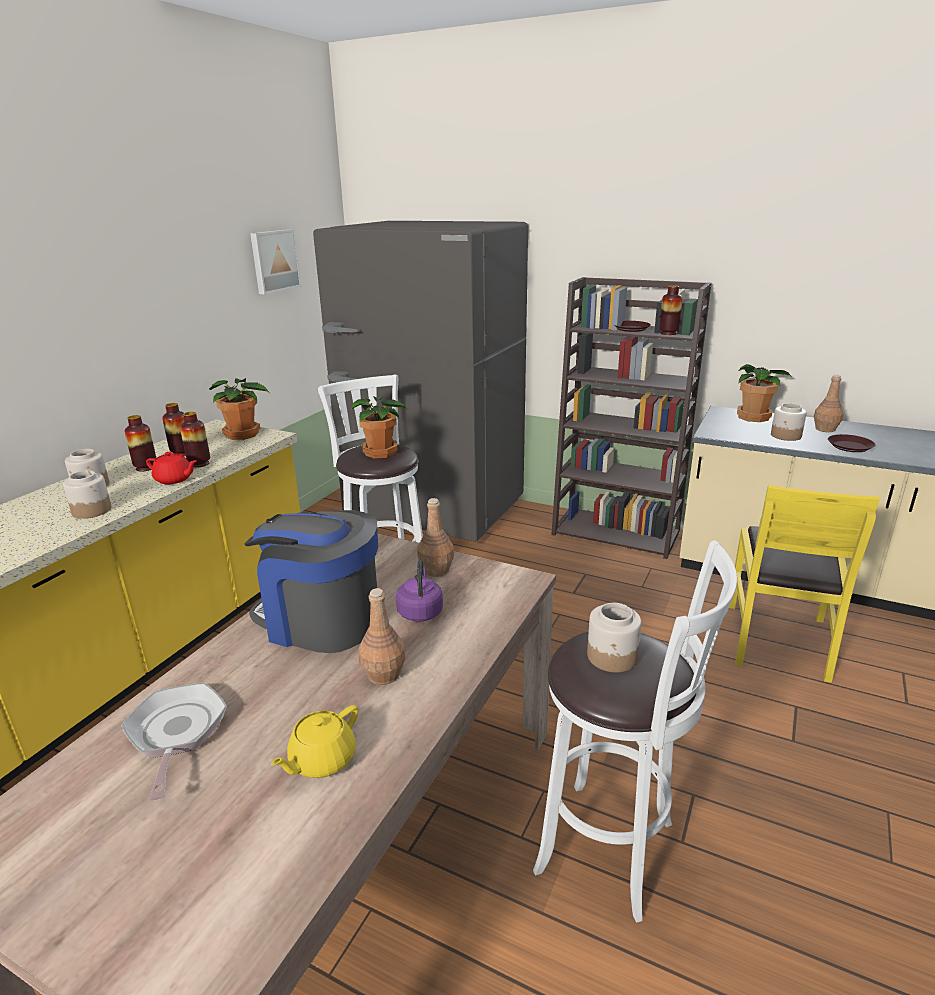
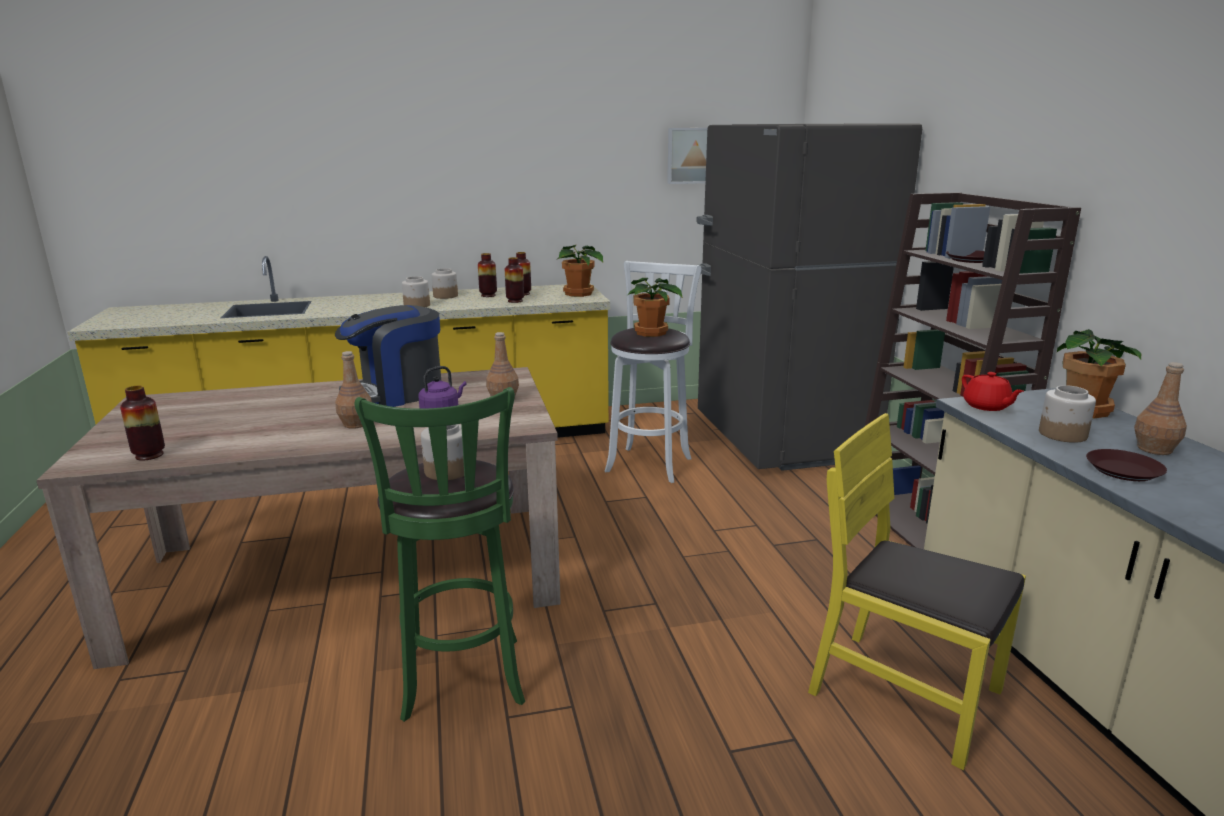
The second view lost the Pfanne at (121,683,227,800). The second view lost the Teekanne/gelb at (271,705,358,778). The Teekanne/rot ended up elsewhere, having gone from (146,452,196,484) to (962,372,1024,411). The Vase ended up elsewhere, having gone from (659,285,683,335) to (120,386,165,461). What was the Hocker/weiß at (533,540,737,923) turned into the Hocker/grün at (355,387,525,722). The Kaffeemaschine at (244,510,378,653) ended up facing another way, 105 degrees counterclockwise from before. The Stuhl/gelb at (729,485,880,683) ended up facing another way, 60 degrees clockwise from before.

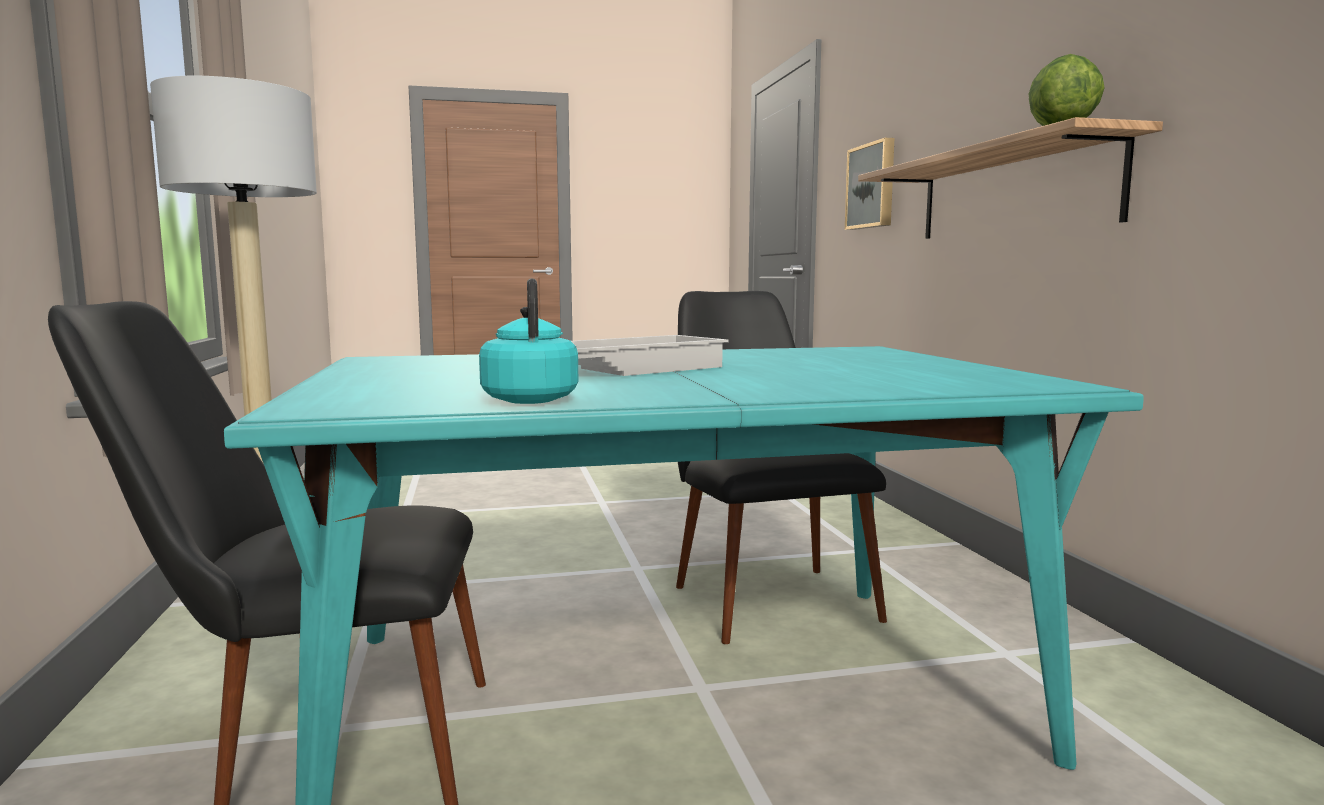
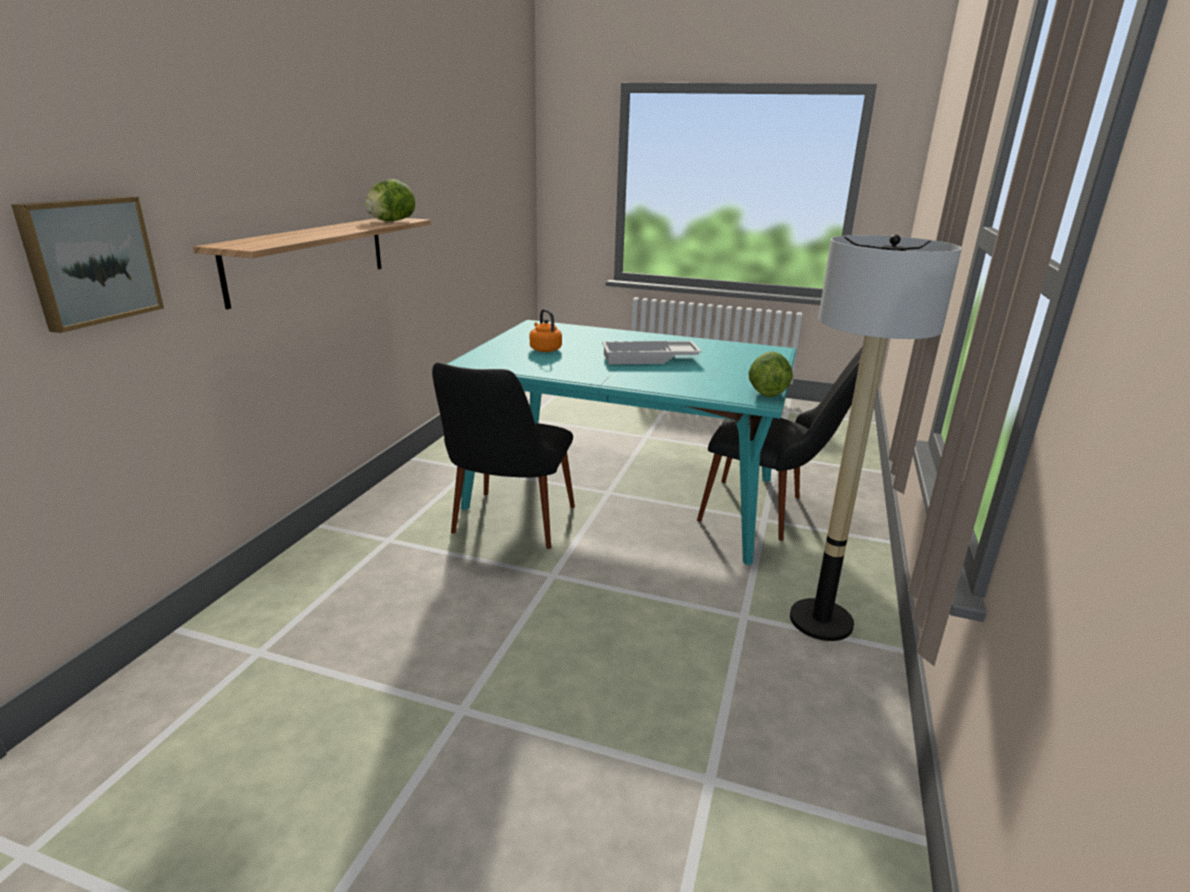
The second view lost the Wasserkessel/türkis at (479,278,578,404). The second view gained the Wasserkessel/orange at (530,309,562,352). The second view gained the Salatkopf at (748,351,793,397).

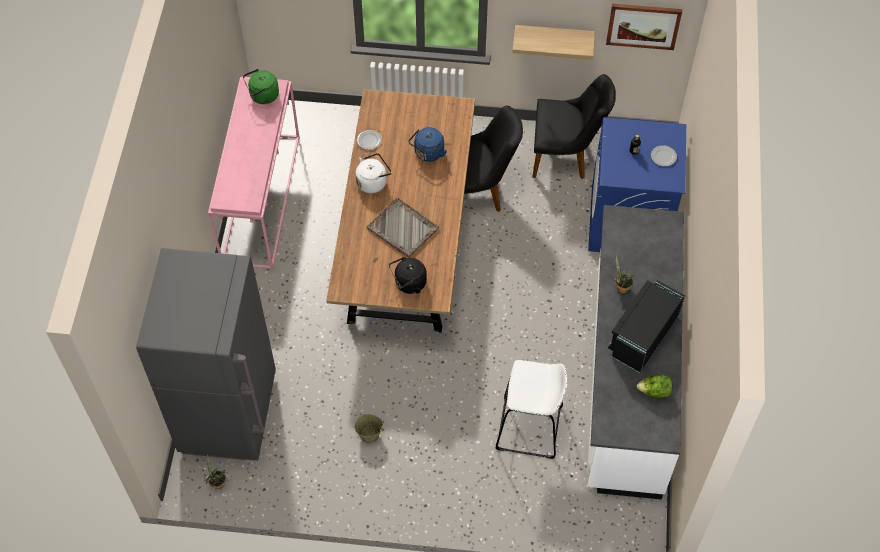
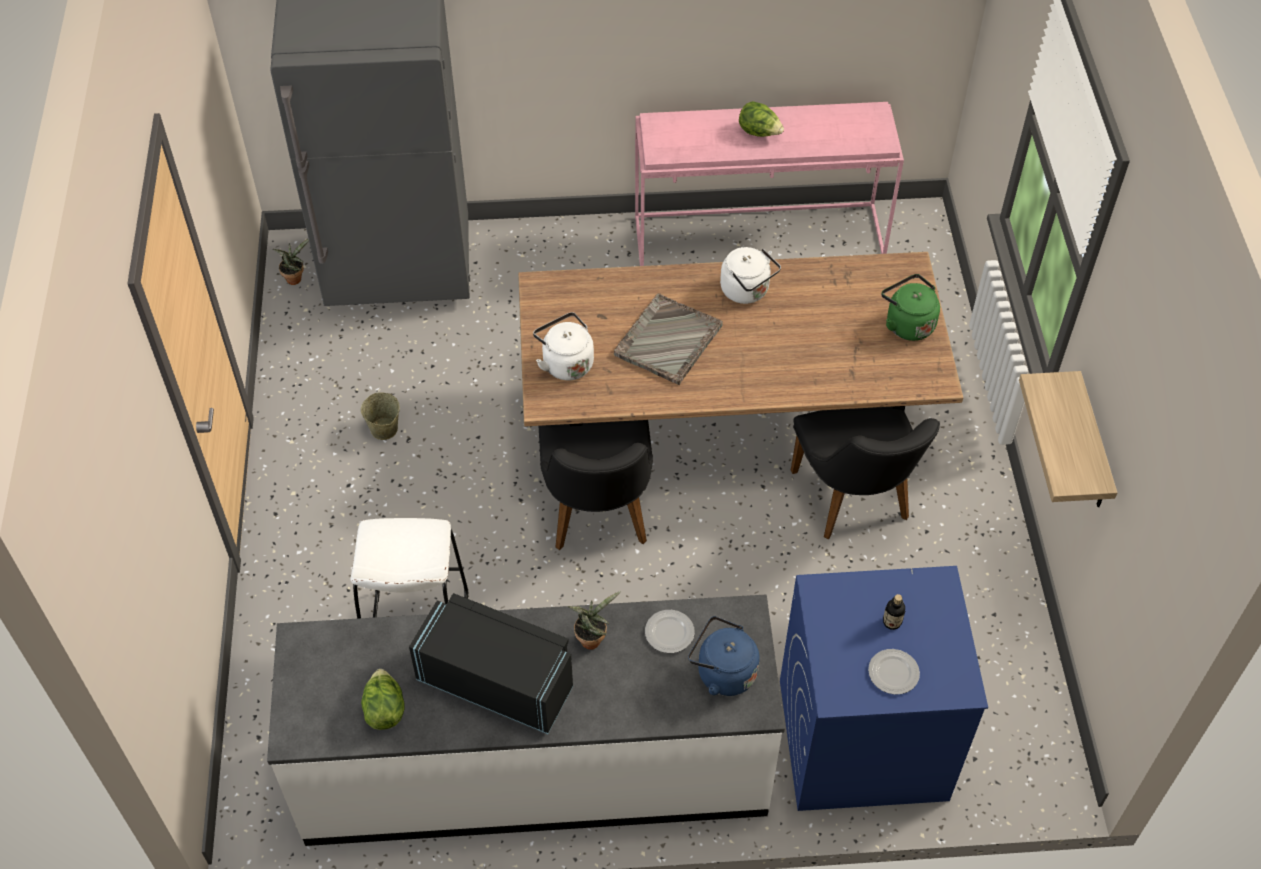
The second view lost the Bild at (606,4,682,50). The second view gained the Salatkopf at (739,101,784,137). The Wasserkessel/grün ended up elsewhere, having gone from (243,69,279,104) to (881,274,940,341). The Teller ended up elsewhere, having gone from (357,130,382,150) to (645,610,695,653). The Wasserkessel/blau ended up elsewhere, having gone from (409,127,447,162) to (688,616,760,696). The Stuhl/schwarz ended up elsewhere, having gone from (532,74,616,179) to (539,420,653,550). What was the Wasserkessel/schwarz at (389,257,427,294) turned into the Wasserkessel/weiß at (533,312,594,380).

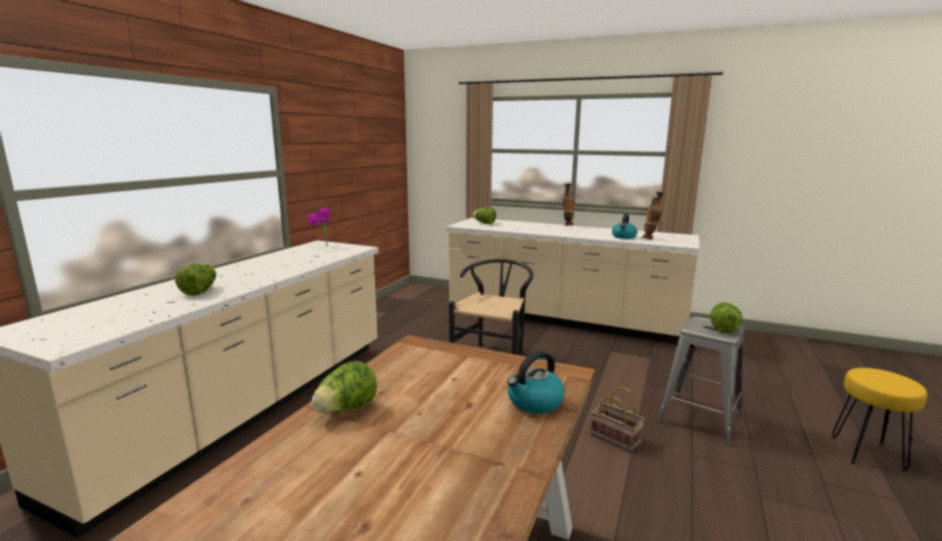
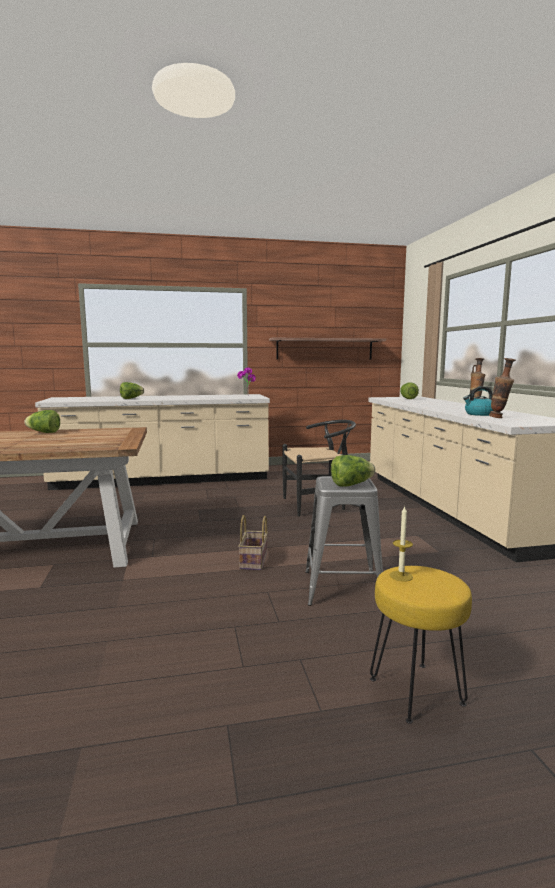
The second view lost the Wasserkessel at (507,351,565,414). The second view gained the Wandregal at (269,338,386,359). The second view gained the Kerze at (390,506,413,582).

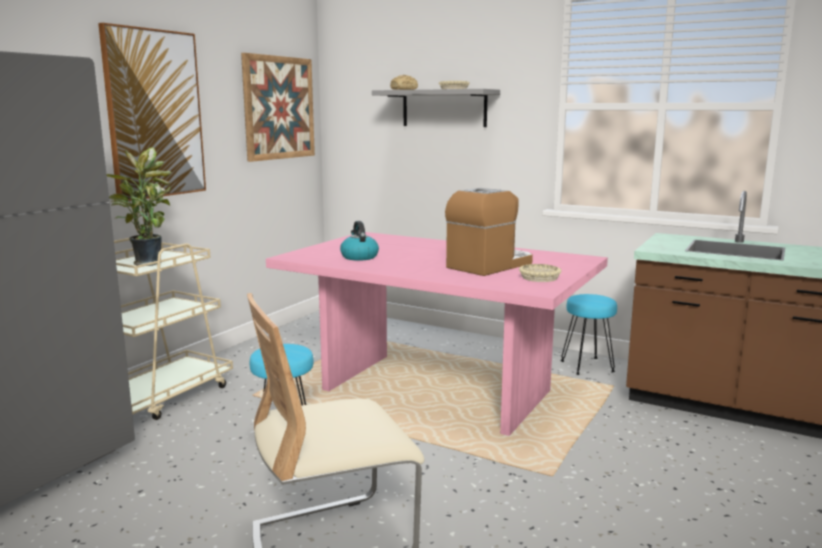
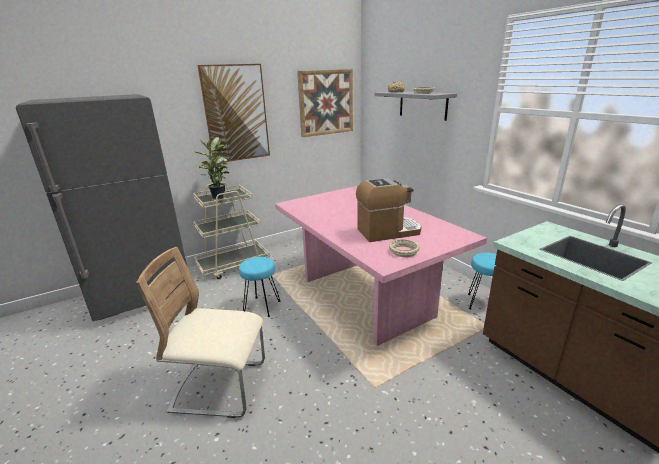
The second view lost the Wasserkessel at (340,221,379,261).

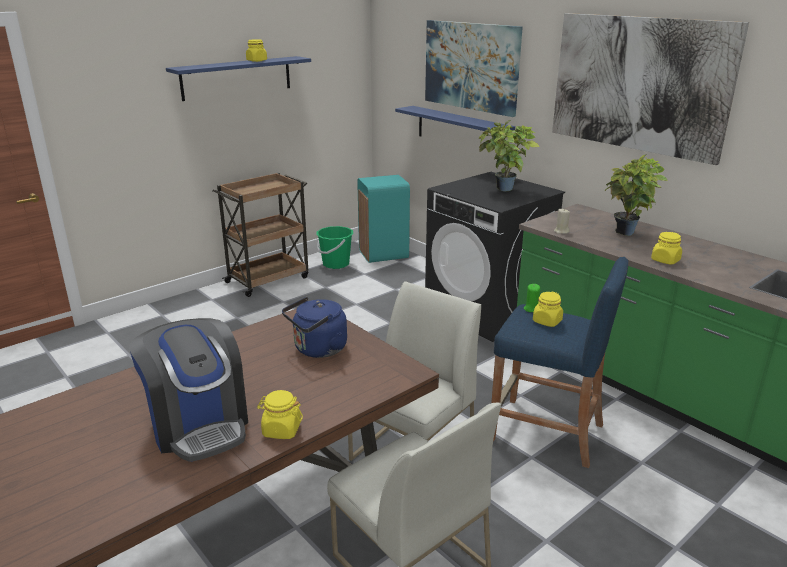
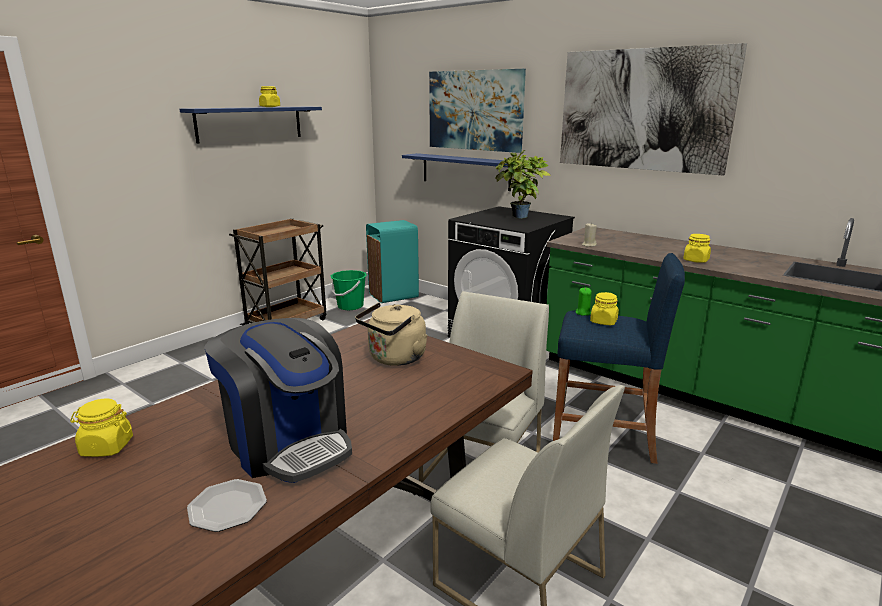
The second view lost the Topfpflanze at (605,154,668,236). The second view gained the Teller at (187,479,267,532). The Vorratsglas/gelb ended up elsewhere, having gone from (257,390,303,439) to (70,399,133,457). What was the Wasserkessel/blau at (282,297,347,358) turned into the Wasserkessel/beige at (355,302,428,366).

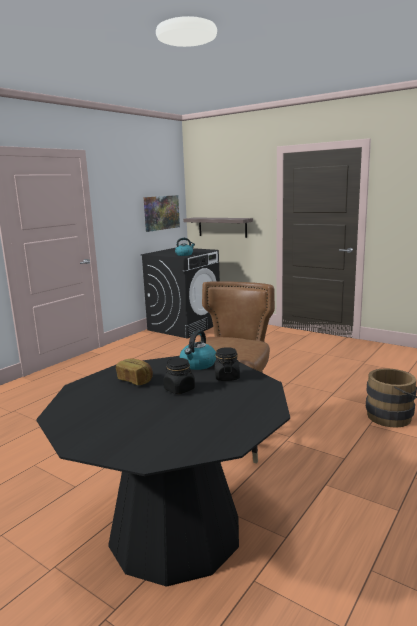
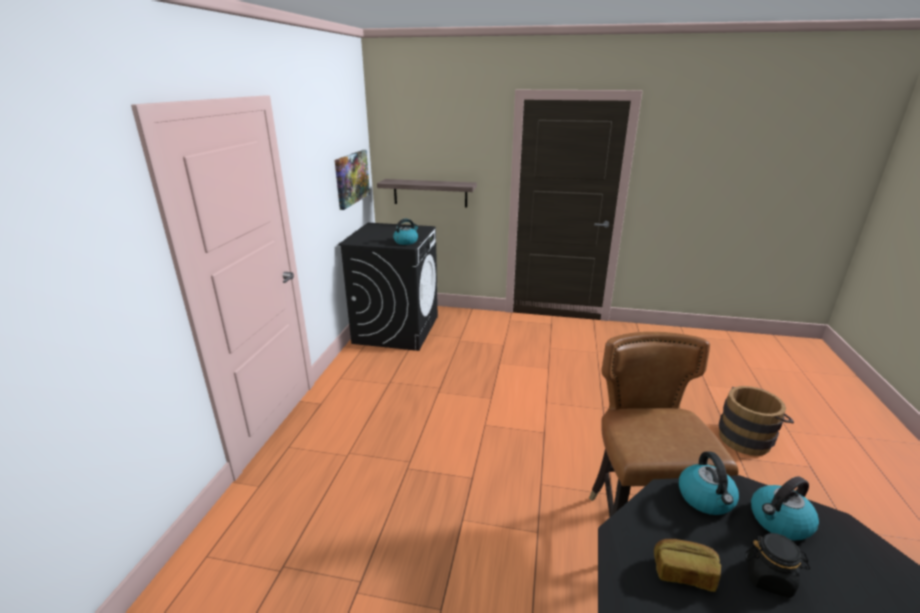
Where the Vorratsglas/schwarz stood at (214,347,240,381), the Wasserkessel came to stand at (751,476,819,540).

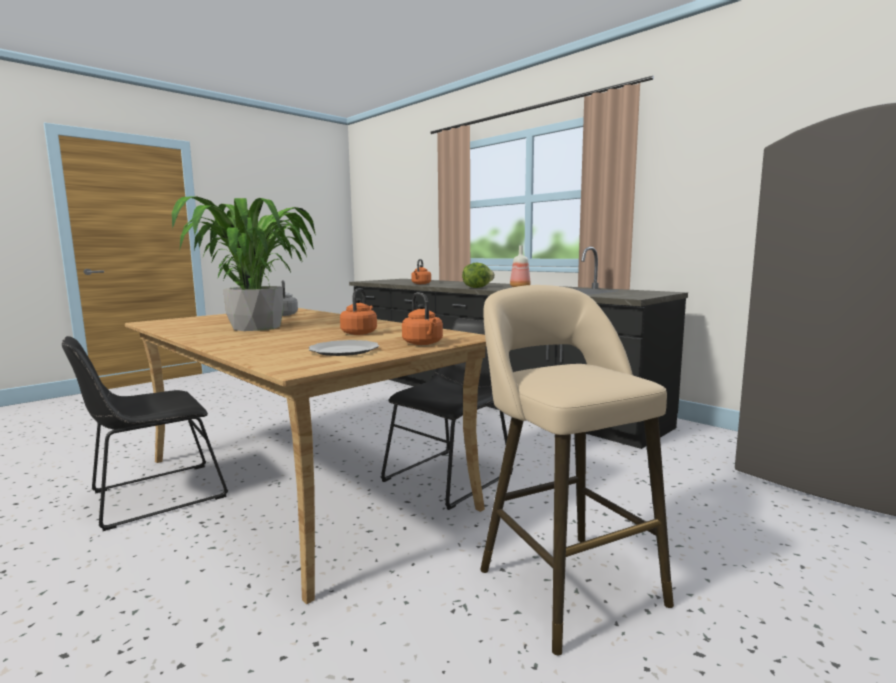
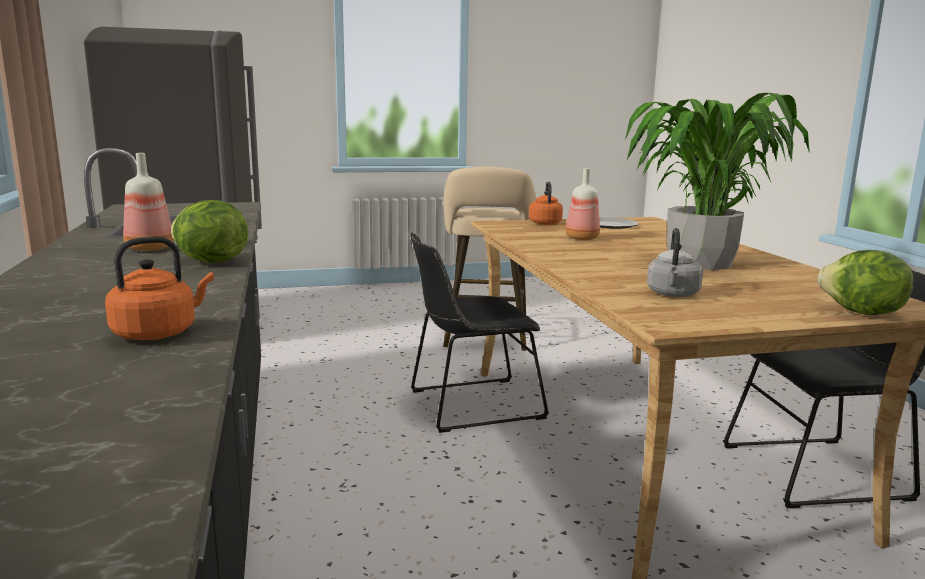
The second view gained the Salatkopf at (817,250,913,315). Where the Wasserkessel/orange stood at (340,288,377,335), the Flasche came to stand at (566,168,600,240).

